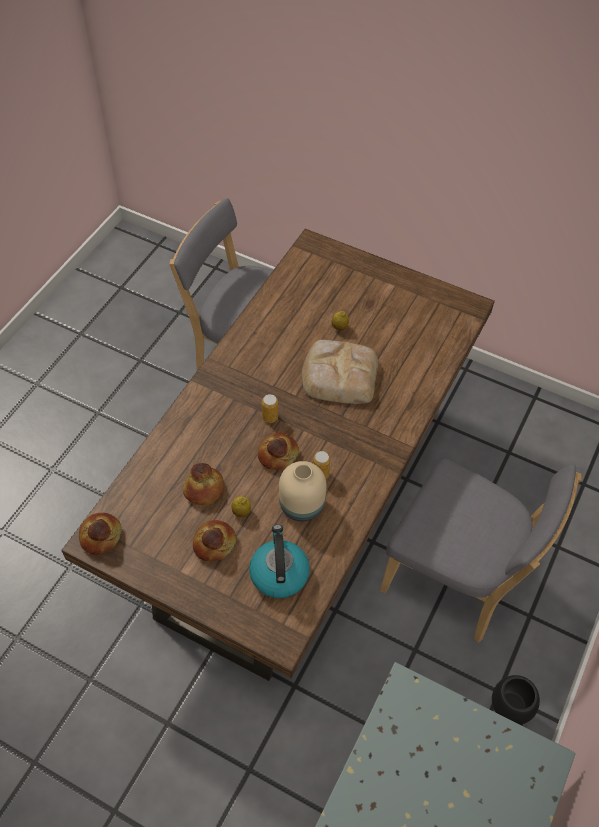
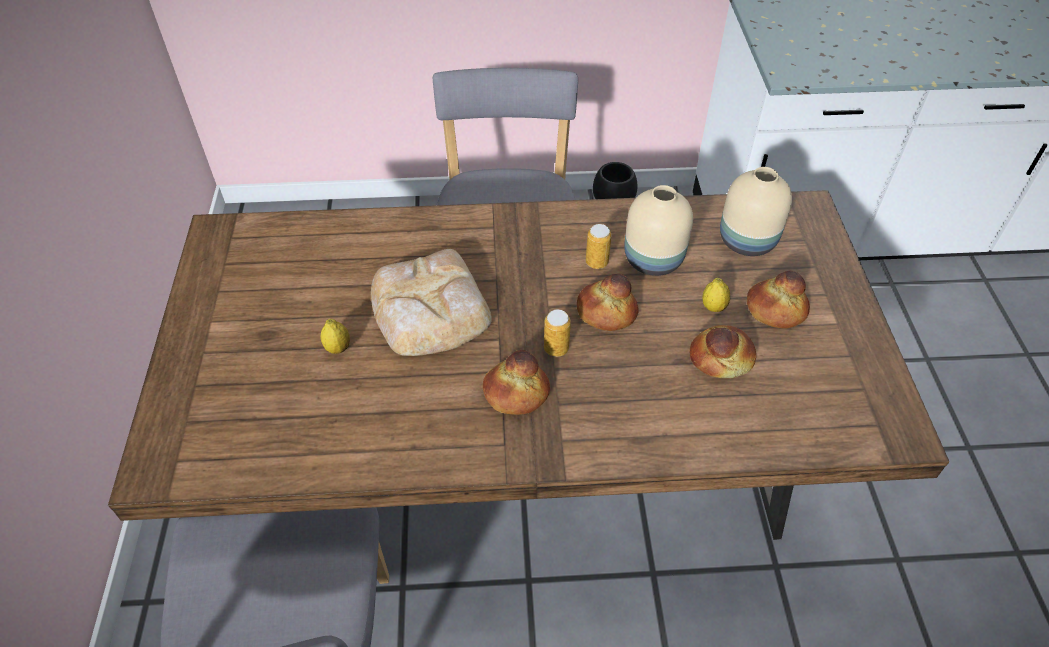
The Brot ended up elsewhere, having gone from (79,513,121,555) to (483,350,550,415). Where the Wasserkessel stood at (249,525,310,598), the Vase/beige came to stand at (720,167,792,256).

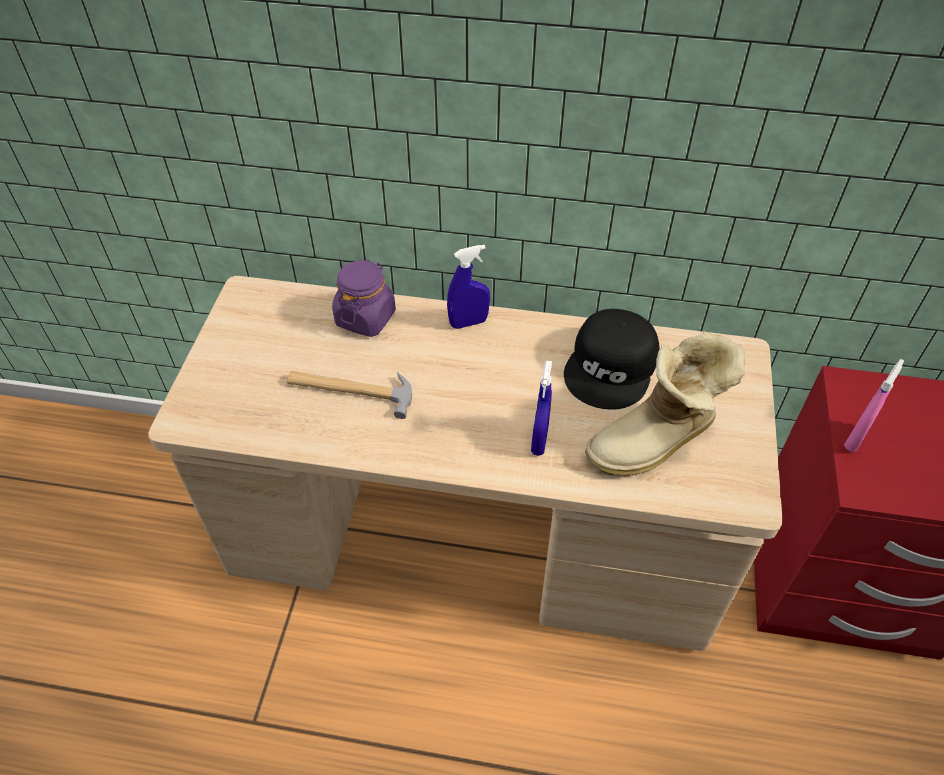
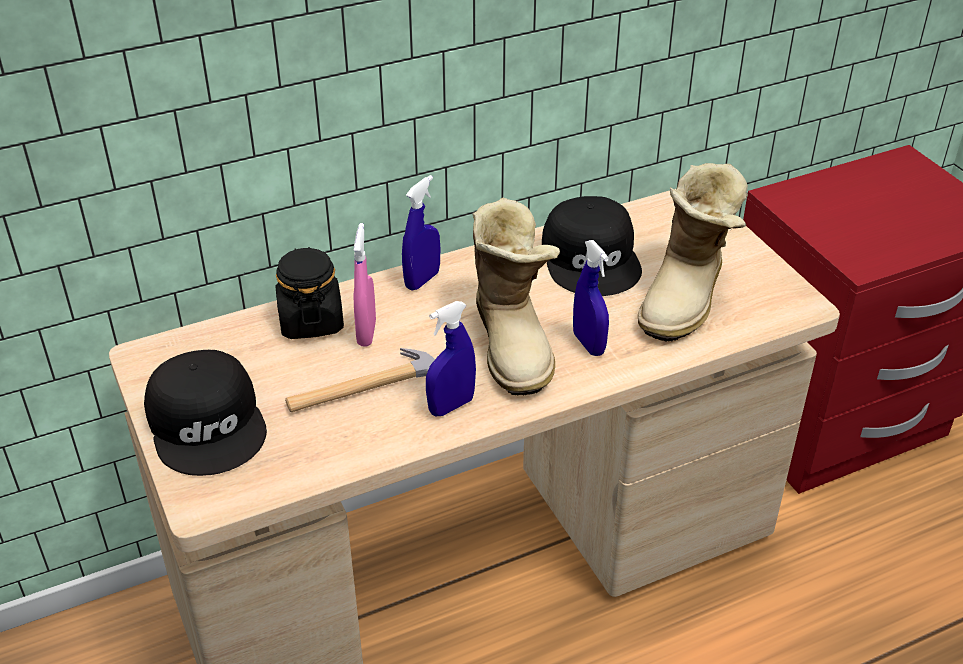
The second view gained the Kappe/schwarz at (144,350,267,476). The second view gained the Sprühflasche/blau at (426,301,476,416). The second view gained the Stiefel at (472,198,560,396). The Sprühflasche/rosa ended up elsewhere, having gone from (844,359,904,452) to (353,223,376,347). What was the Vorratsglas/lila at (332,259,396,337) turned into the Vorratsglas/schwarz at (276,247,344,339).

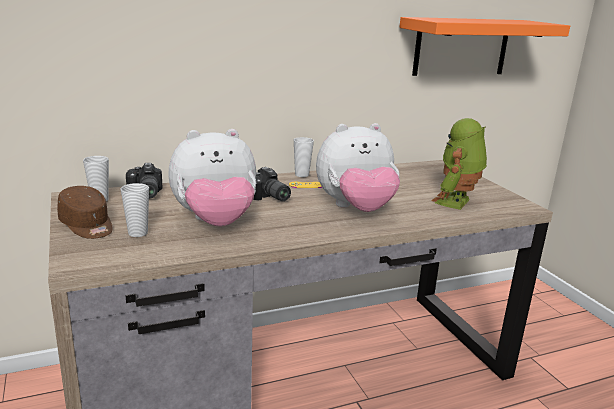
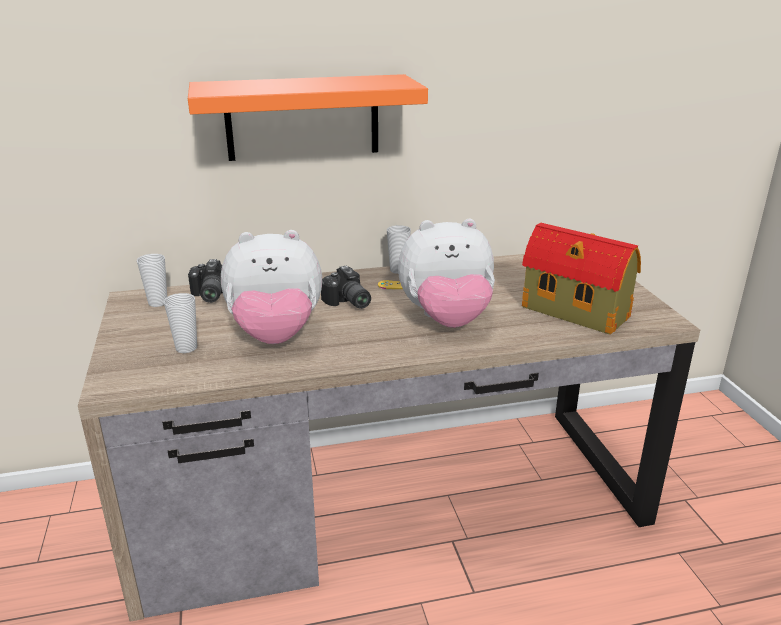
The second view lost the Kappe/braun at (57,186,112,239). The Wandregal/orange ended up elsewhere, having gone from (399,17,570,76) to (188,74,428,161). Where the Spielzeugroboter stood at (432,118,487,210), the Spielzeughaus came to stand at (522,223,641,335).

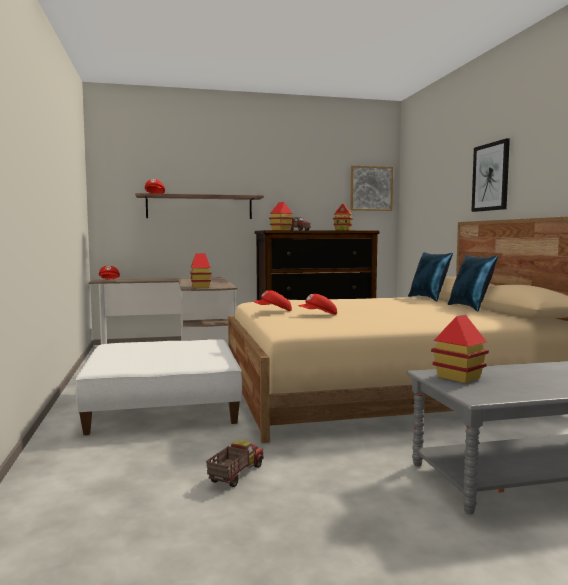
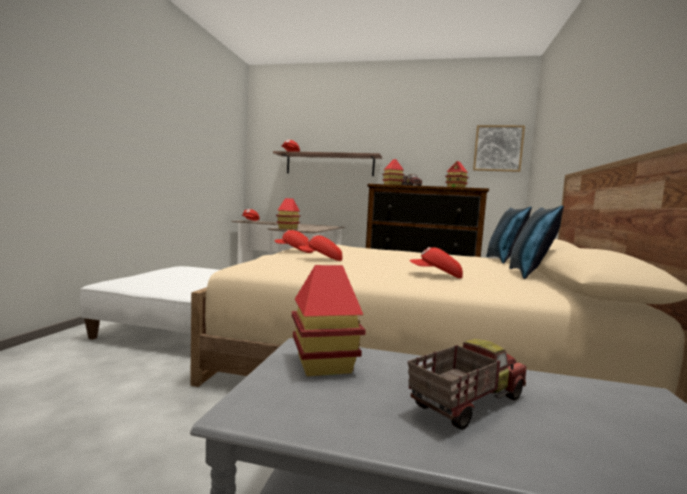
The second view lost the Bild at (471,138,510,212). The second view gained the Kappe/rot at (409,247,463,278). The Spielzeuglaster ended up elsewhere, having gone from (206,440,264,487) to (408,339,527,430).

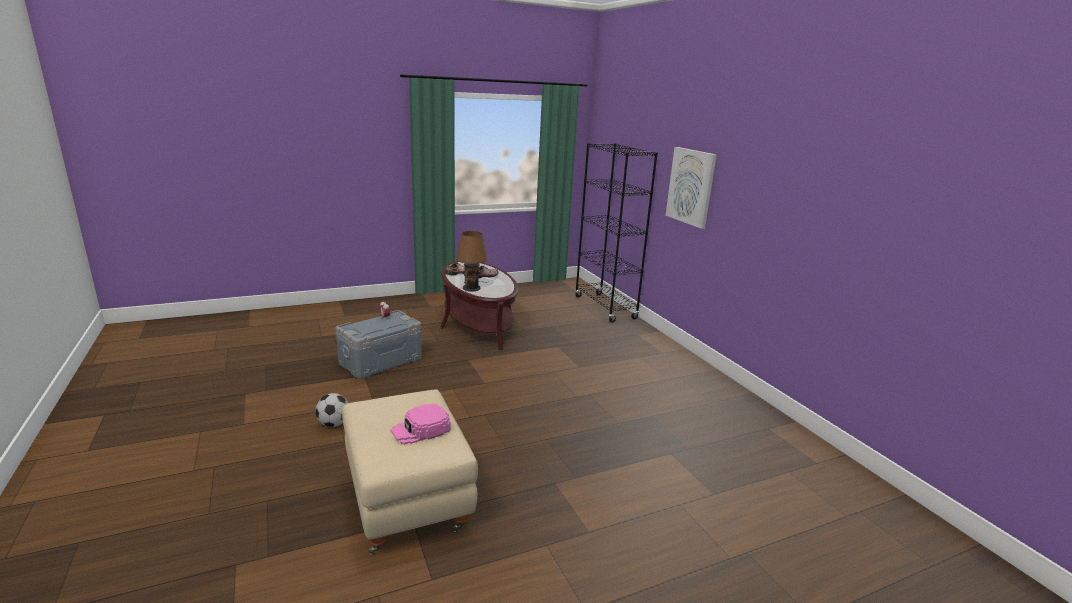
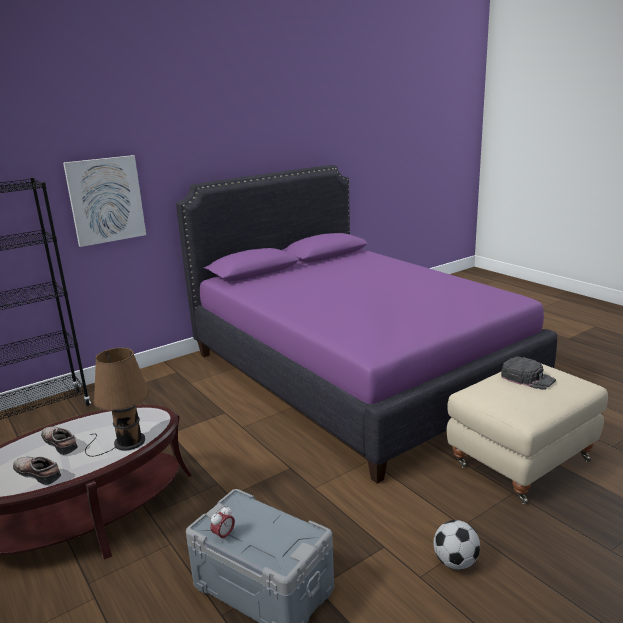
The second view gained the Bett/lila at (176,165,557,484). What was the Kappe/rosa at (390,403,450,445) turned into the Kappe/schwarz at (501,356,556,390).

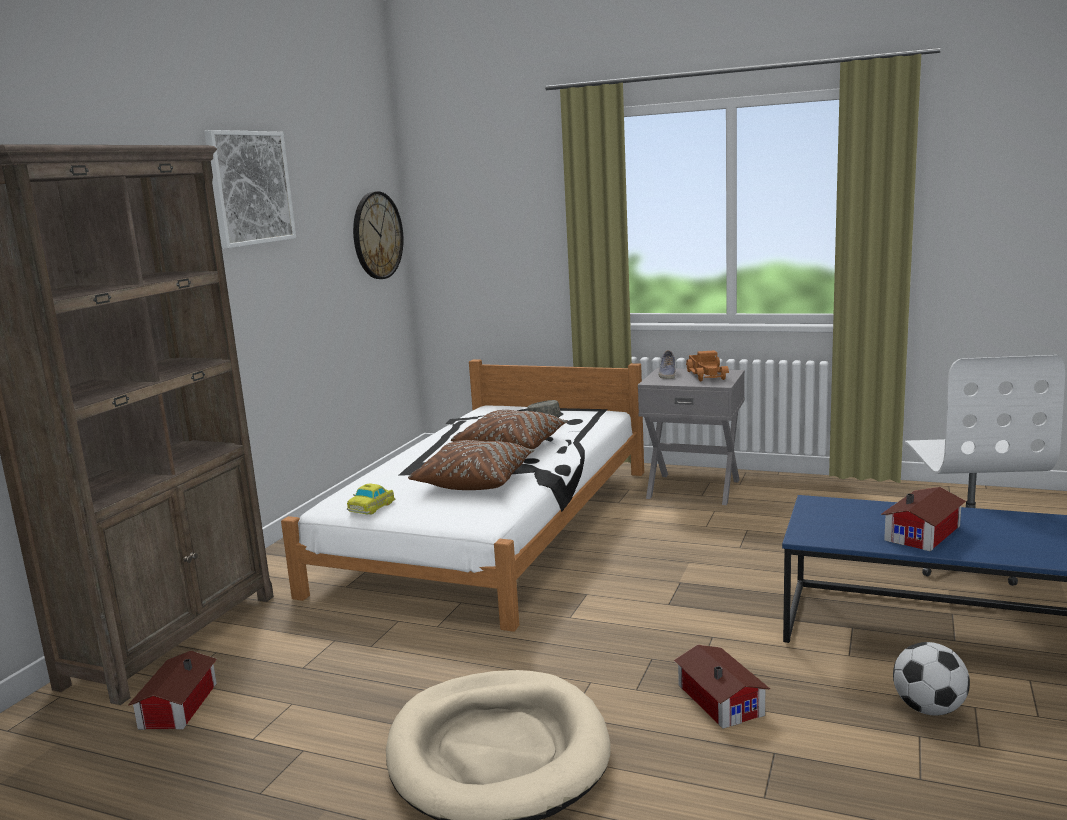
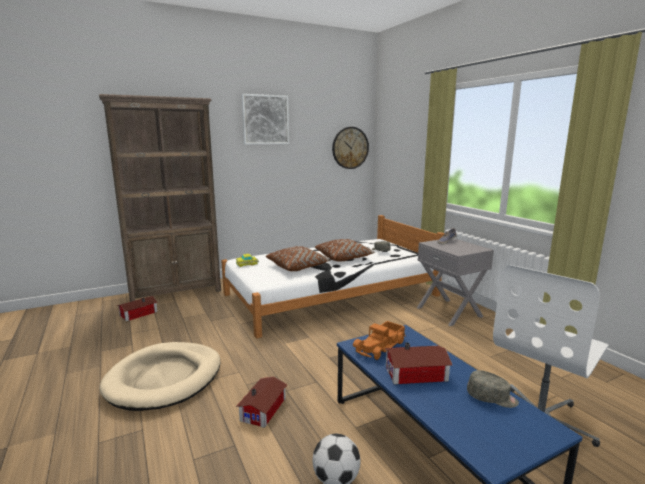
The second view gained the Kappe/grau at (467,370,519,408). The Spielzeuglaster ended up elsewhere, having gone from (686,350,729,381) to (353,321,406,360).

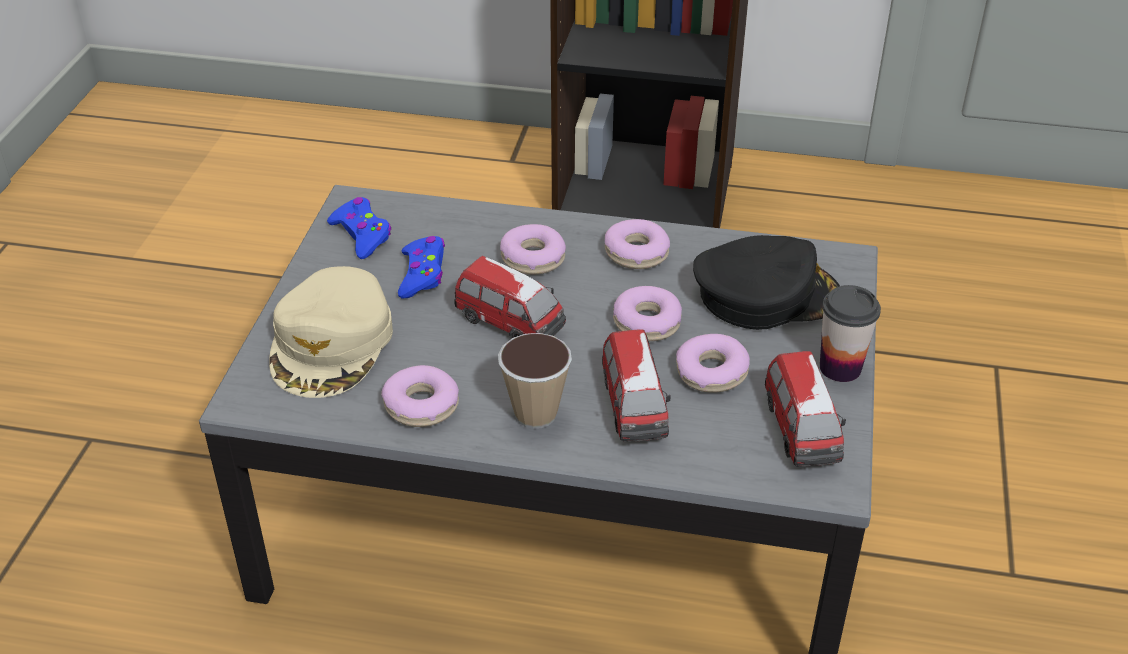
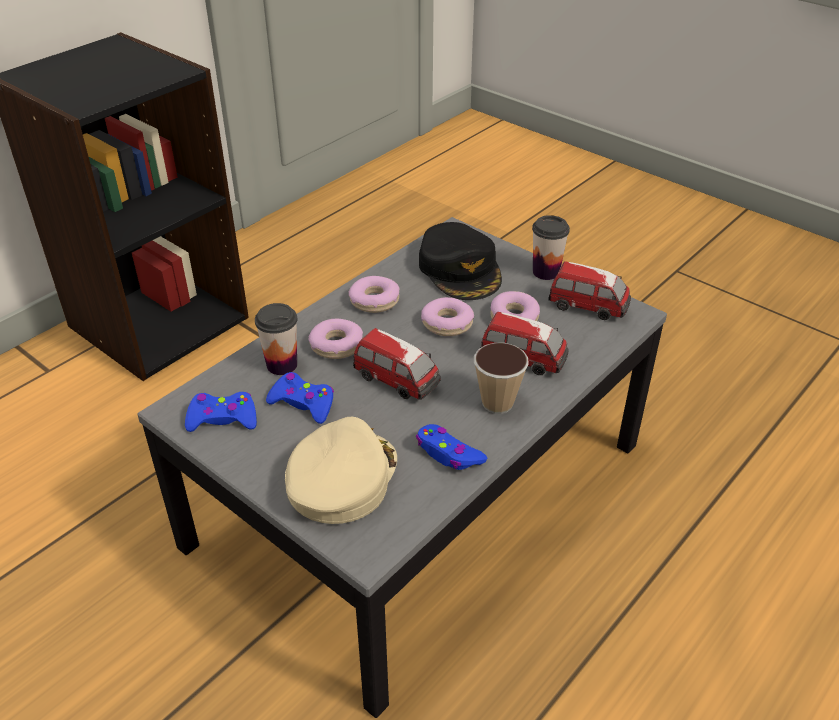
The second view gained the Tasse at (255,303,298,375). Where the Donut stood at (381,365,459,427), the Gamepad/blau came to stand at (416,424,487,470). The Kappe/beige at (269,266,393,398) ended up facing another way, 105 degrees counterclockwise from before. The Spielzeugauto at (455,256,566,338) ended up facing another way, 60 degrees clockwise from before. The Kappe/schwarz at (693,235,840,330) ended up facing another way, 135 degrees clockwise from before.

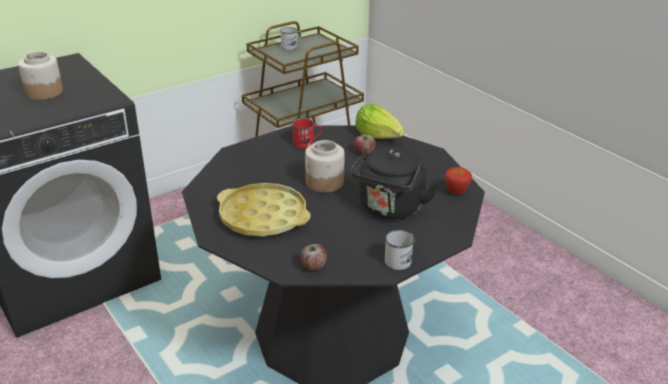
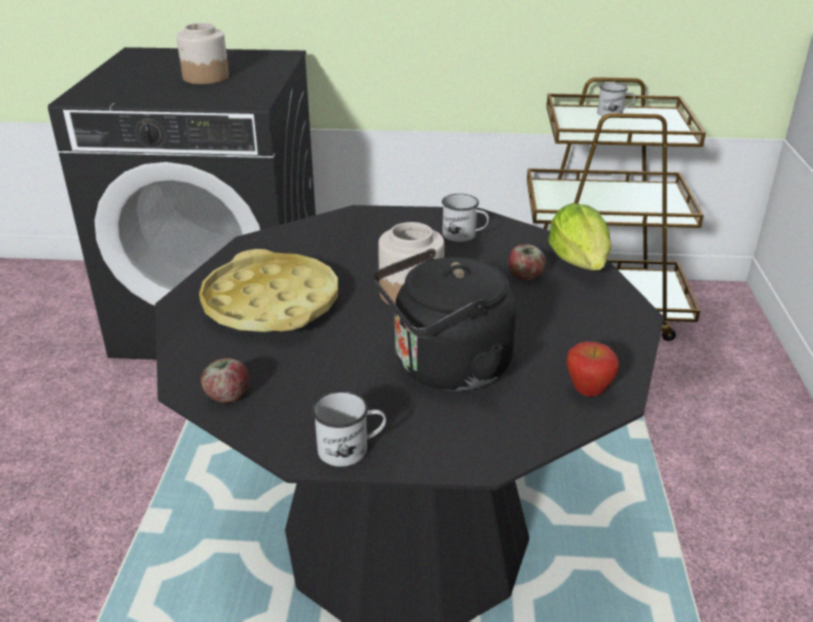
What was the Henkelbecher/rot at (292,118,322,148) turned into the Henkelbecher/weiß at (442,194,489,242).

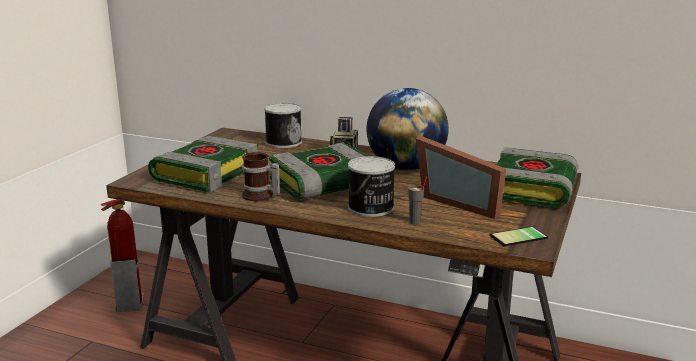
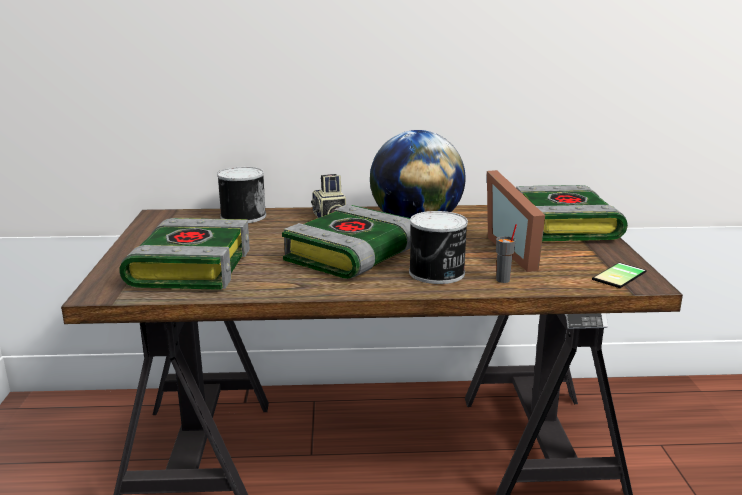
The second view lost the Feuerlöscher at (100,199,144,312). The second view lost the Henkelbecher at (242,152,280,201). The Bilderrahmen at (416,136,506,219) ended up facing another way, 60 degrees clockwise from before.

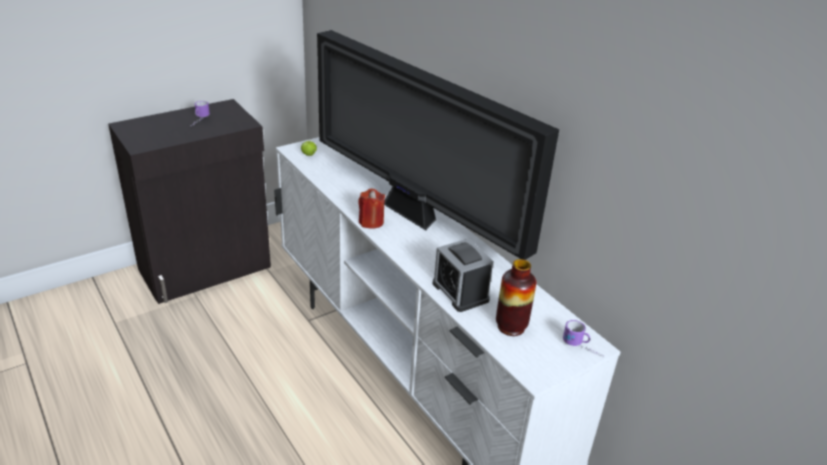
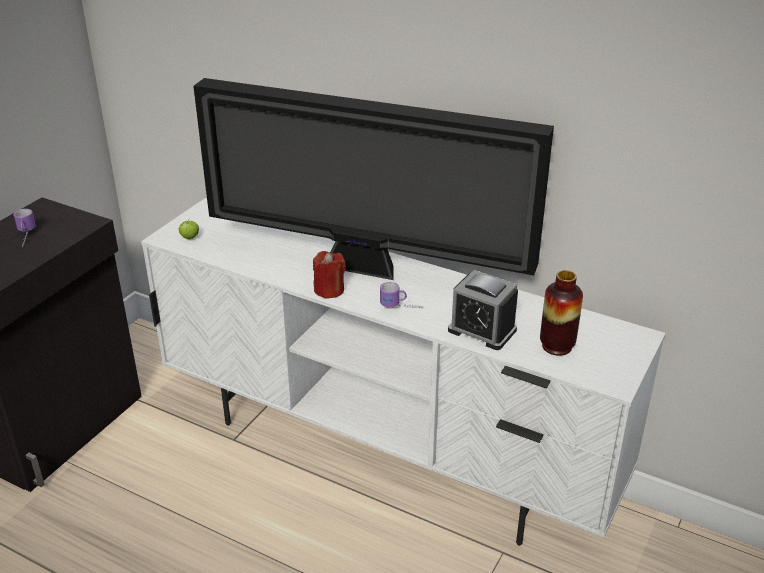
The Henkelbecher ended up elsewhere, having gone from (563,320,604,357) to (380,282,423,308).

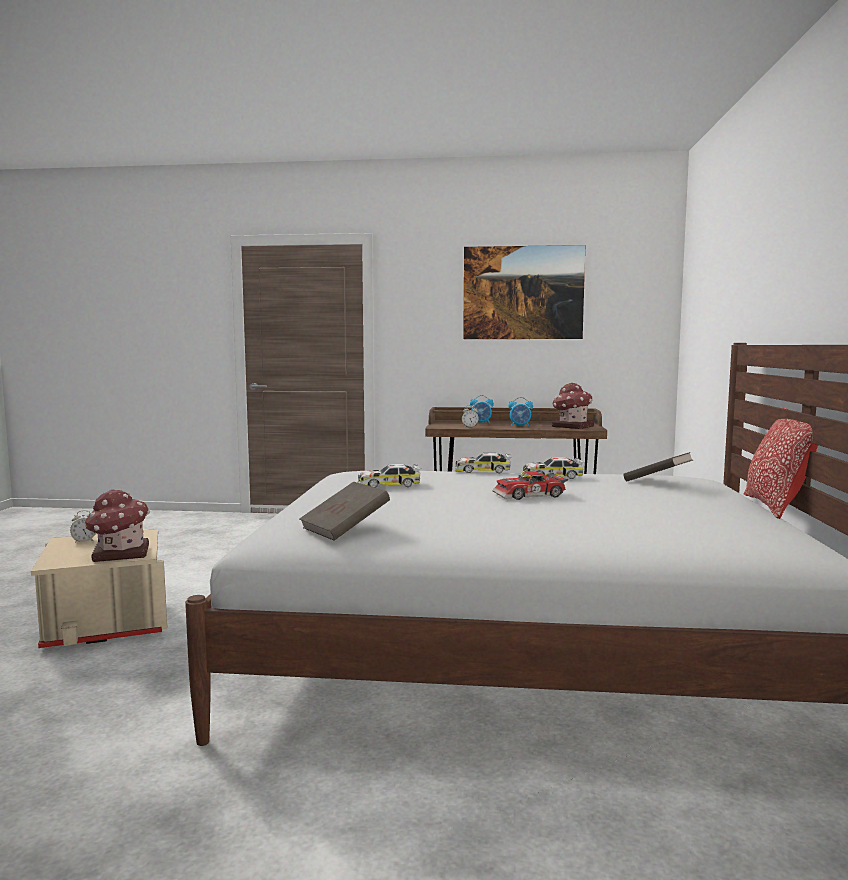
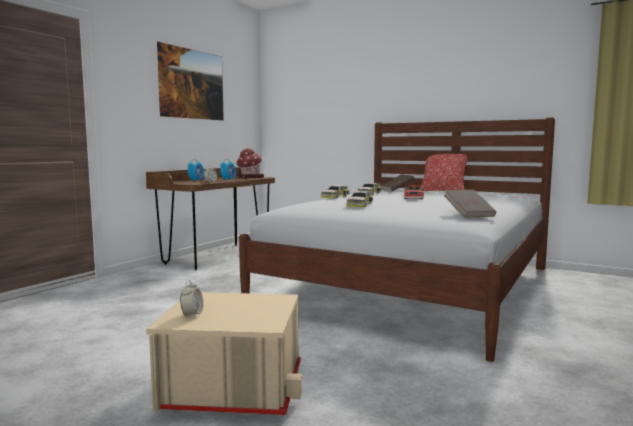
The second view lost the Spielzeughaus at (84,489,150,562).

